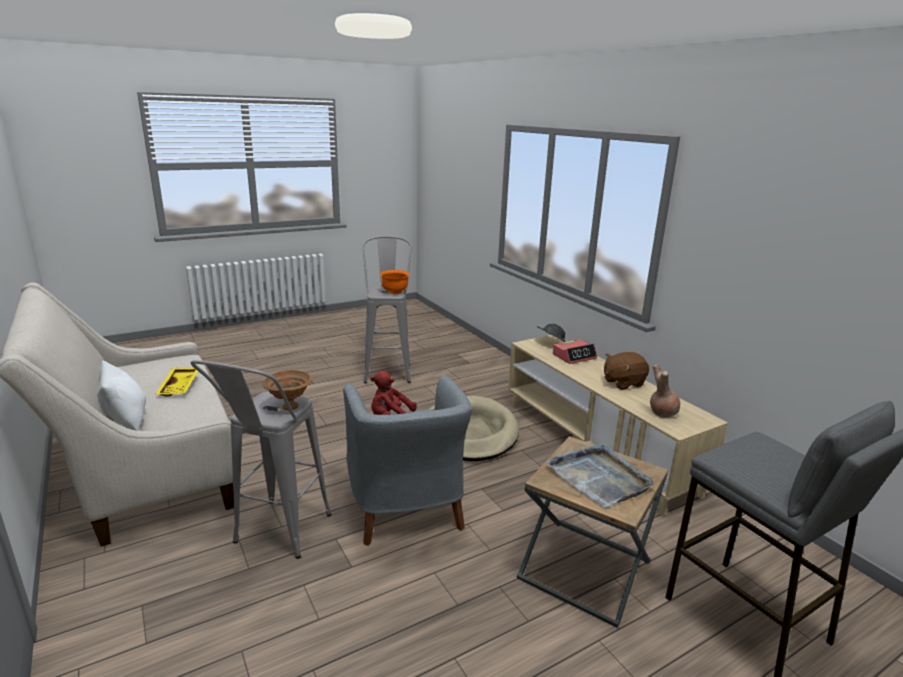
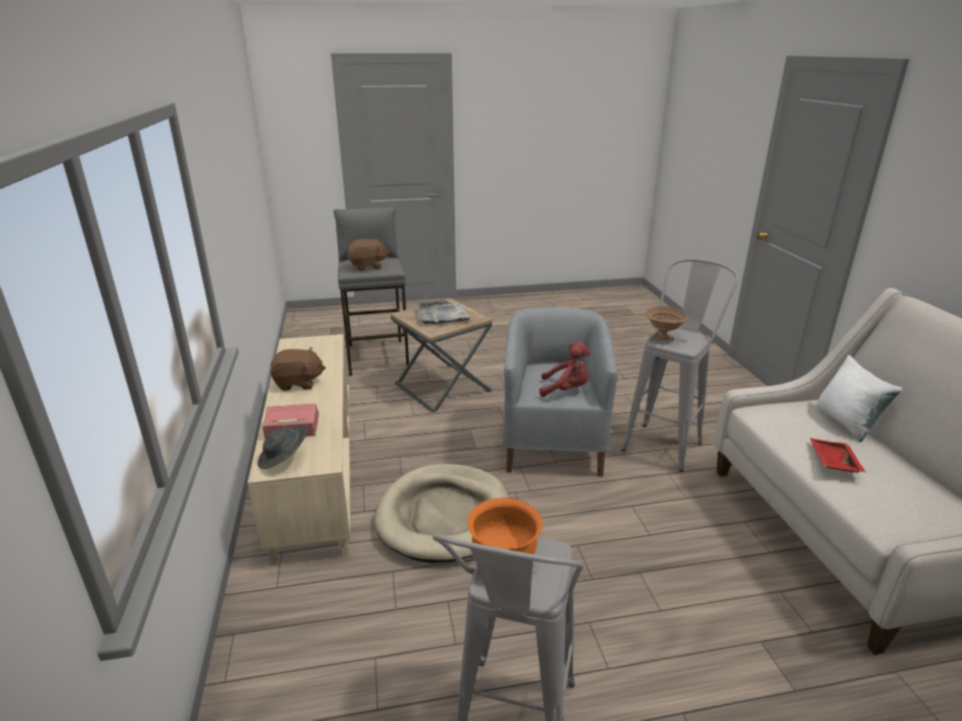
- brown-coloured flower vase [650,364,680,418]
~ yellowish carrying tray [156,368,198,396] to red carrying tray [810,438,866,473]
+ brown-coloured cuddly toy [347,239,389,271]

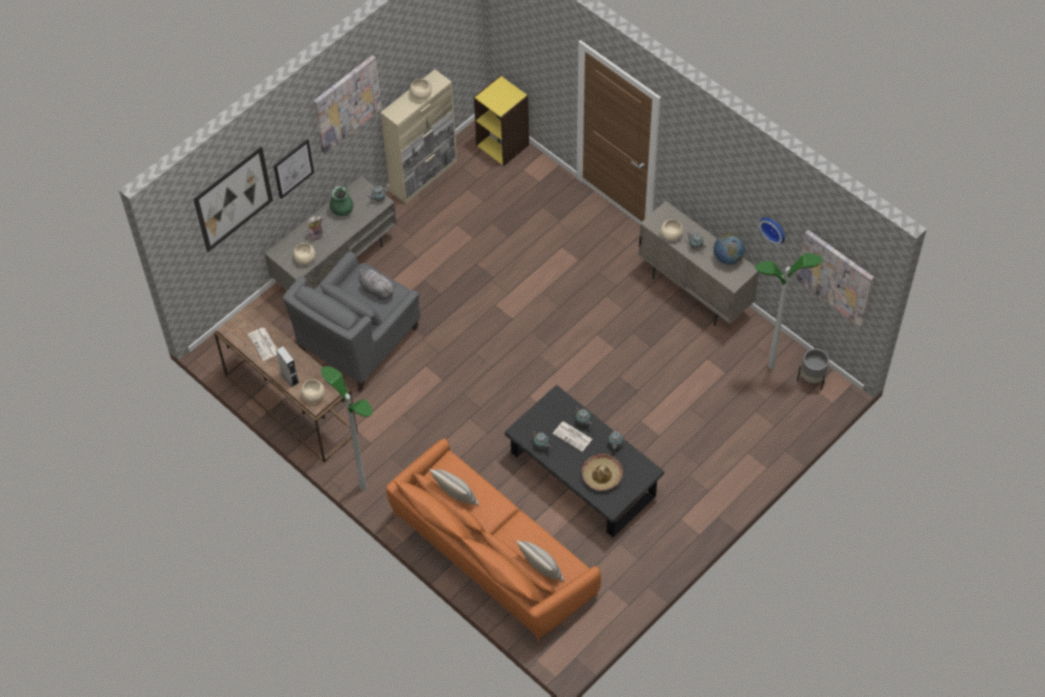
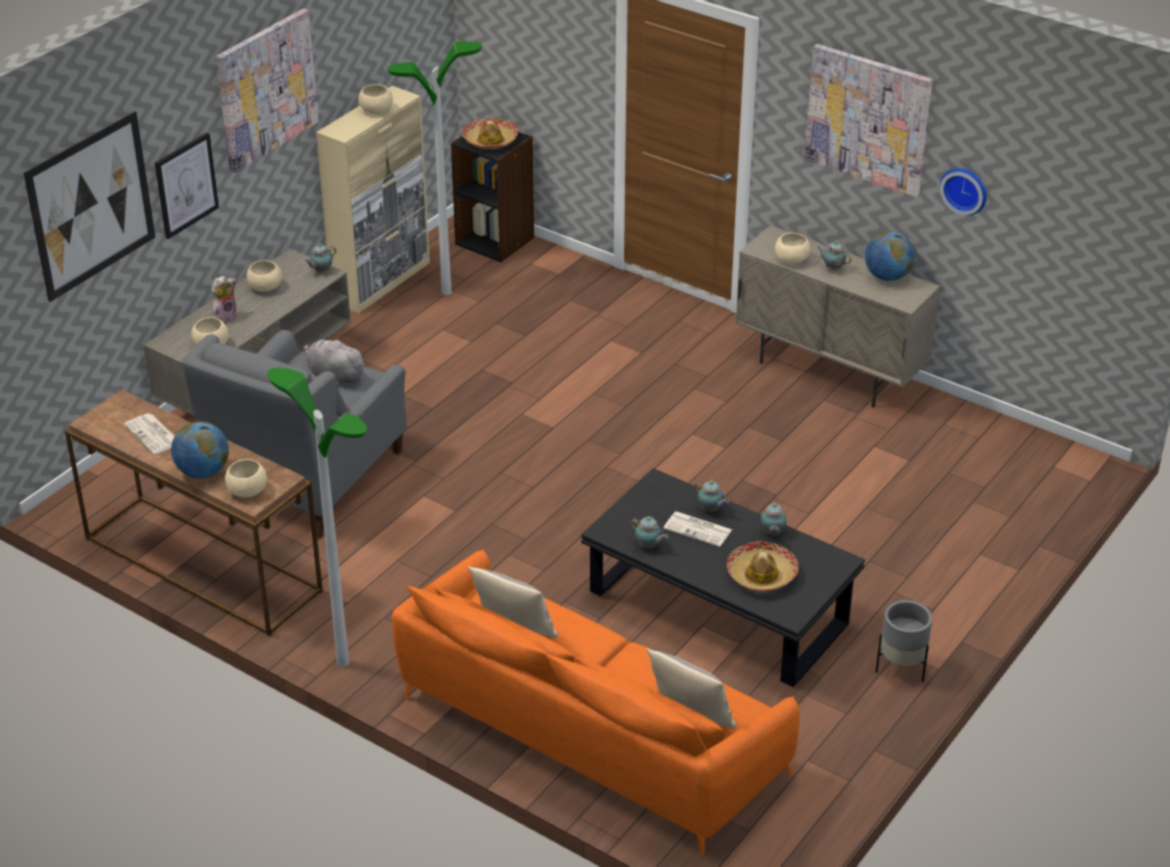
~ yellowish shelving unit [474,75,529,166] to black shelving unit [451,132,534,262]
~ greenish flower vase [330,186,353,216] to sand-coloured serving bowl [247,260,282,292]
~ picture [796,230,874,326] to [805,44,933,197]
~ standard lamp [755,253,823,369] to [387,41,483,295]
~ greyish loudspeaker [276,346,299,387] to globe [171,421,229,478]
~ greyish flower pot [797,348,829,390] to [876,600,932,682]
+ clothing hat [462,118,518,149]

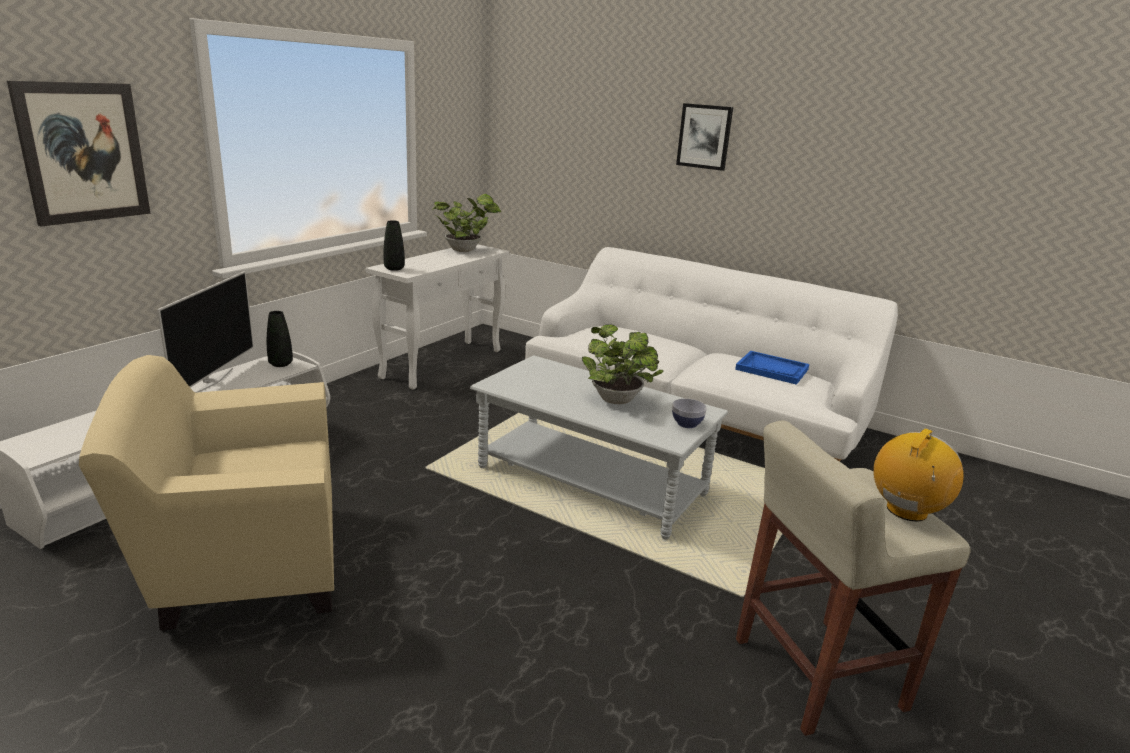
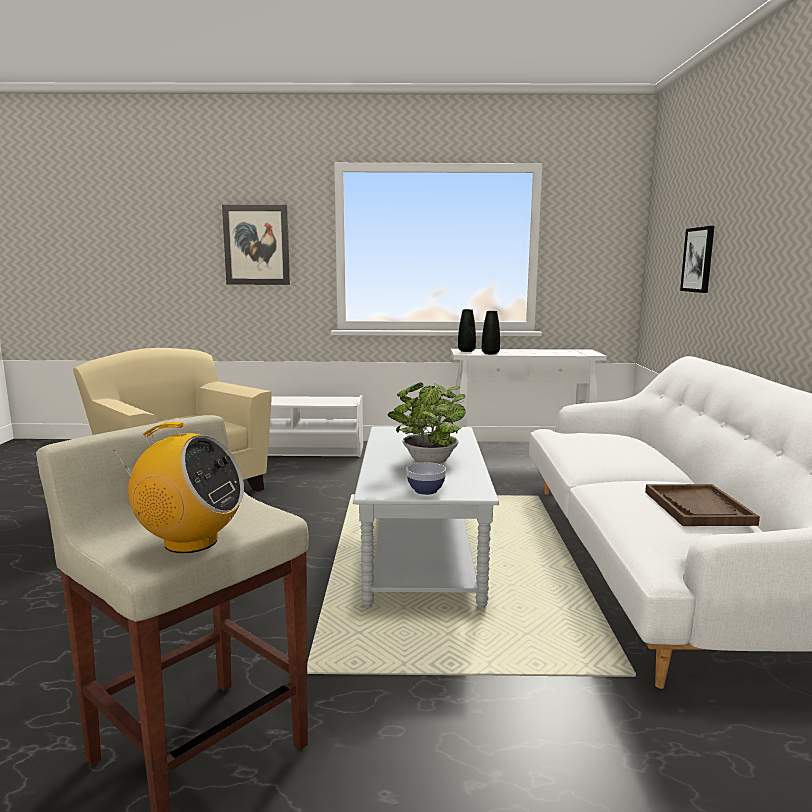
~ picture [676,103,733,171] to [680,226,714,293]
- plant in a pot [432,194,501,252]
- TV set [157,271,254,393]
~ black flower vase [267,311,293,367] to [482,311,500,355]
~ blue-coloured carrying tray [735,351,809,385] to brown-coloured carrying tray [645,484,760,526]

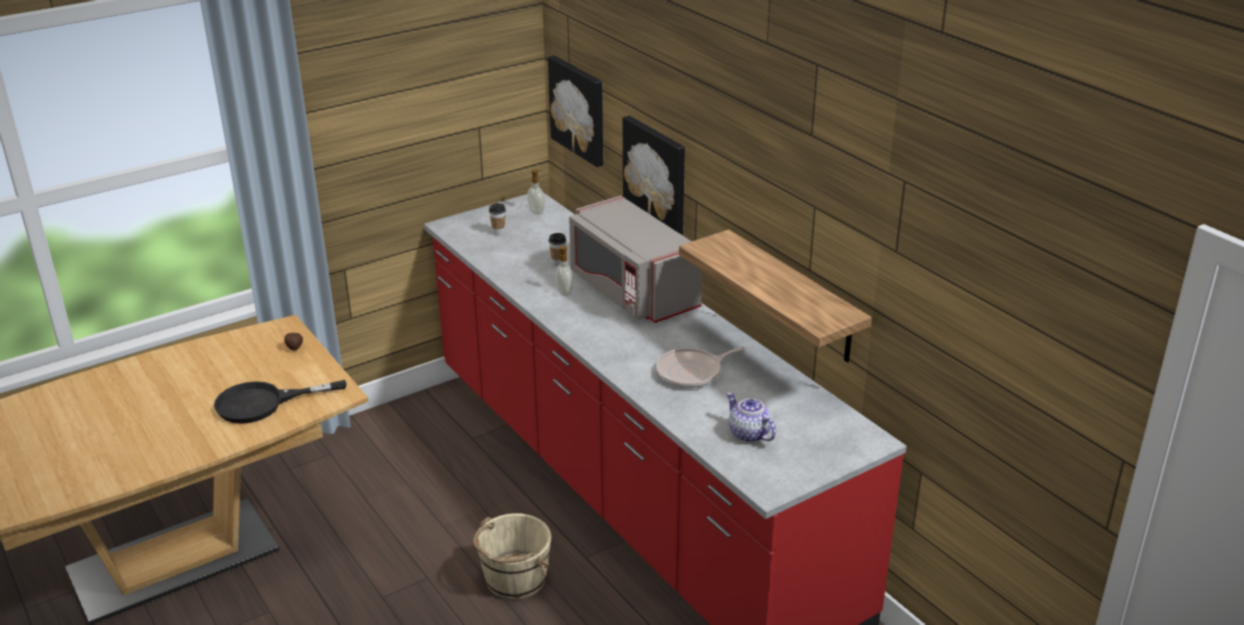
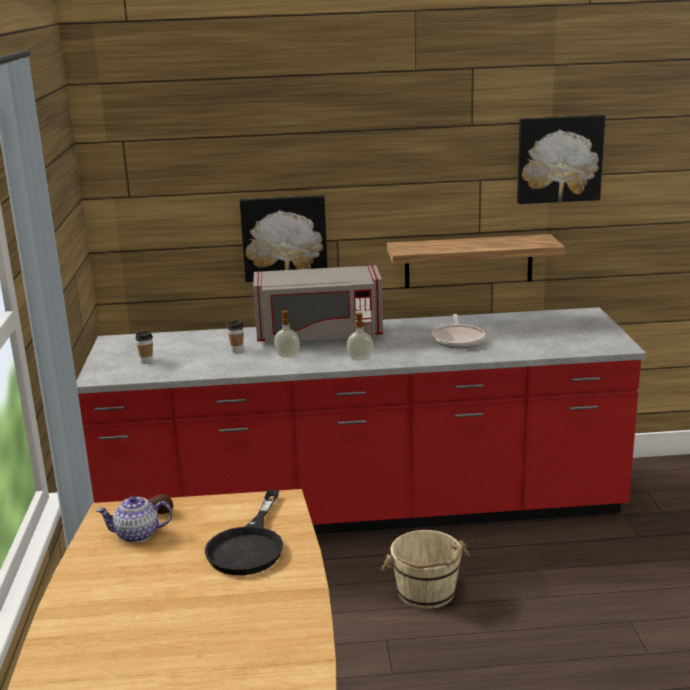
~ picture [548,55,603,167] to [517,115,605,204]
~ liquid soap bottle [527,169,545,215] to [347,313,373,360]
~ pot for tea [726,392,776,442] to [96,496,173,543]

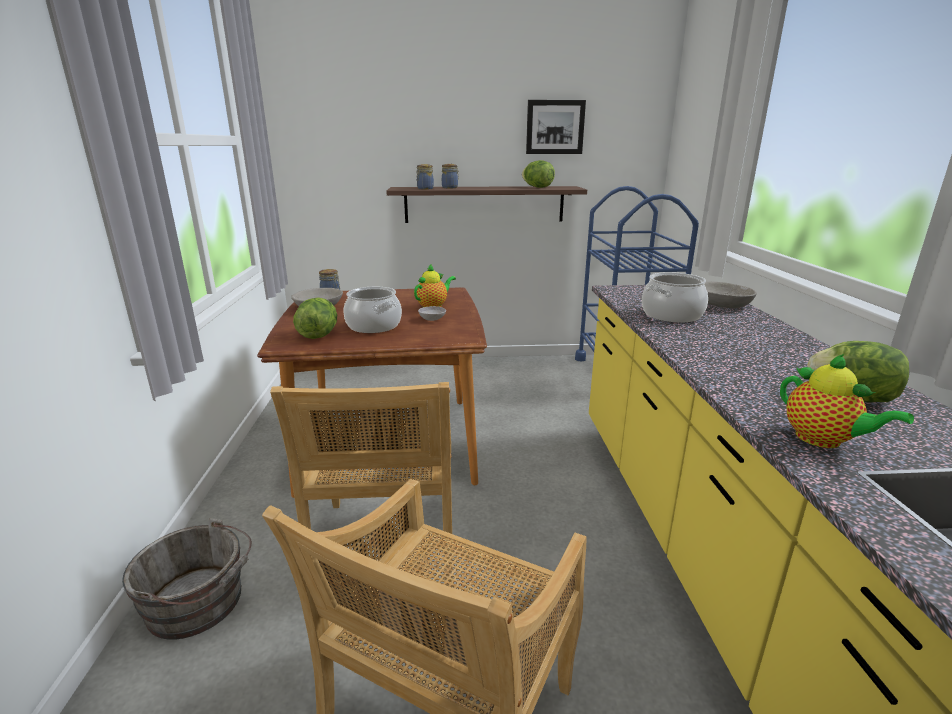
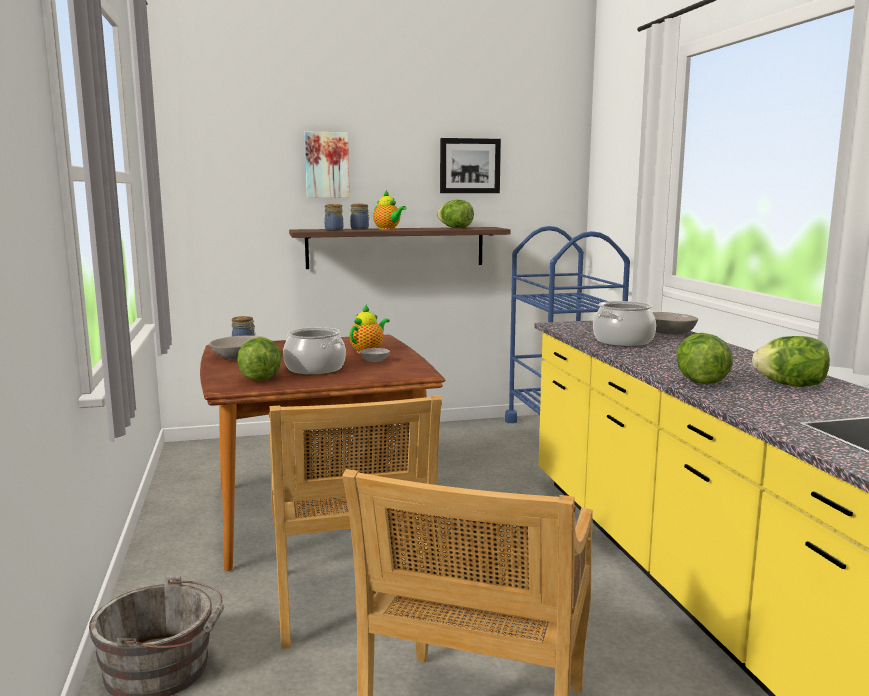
~ pot for tea [780,354,914,448] to [373,190,406,230]
+ picture [304,131,350,198]
+ lettuce [677,333,733,385]

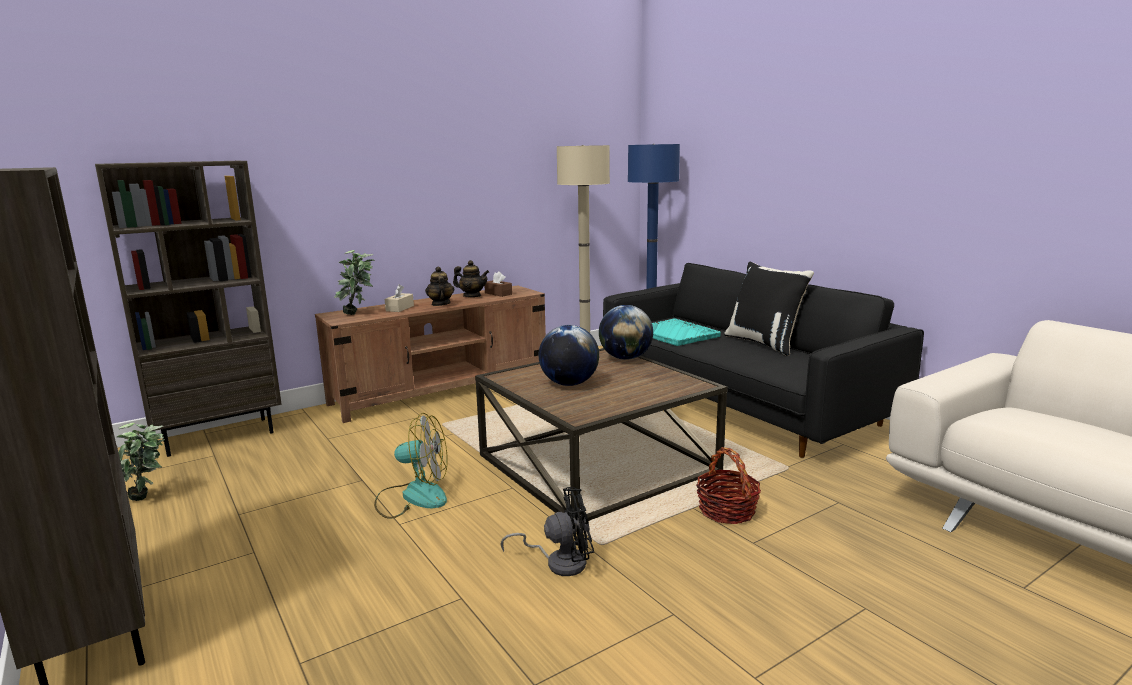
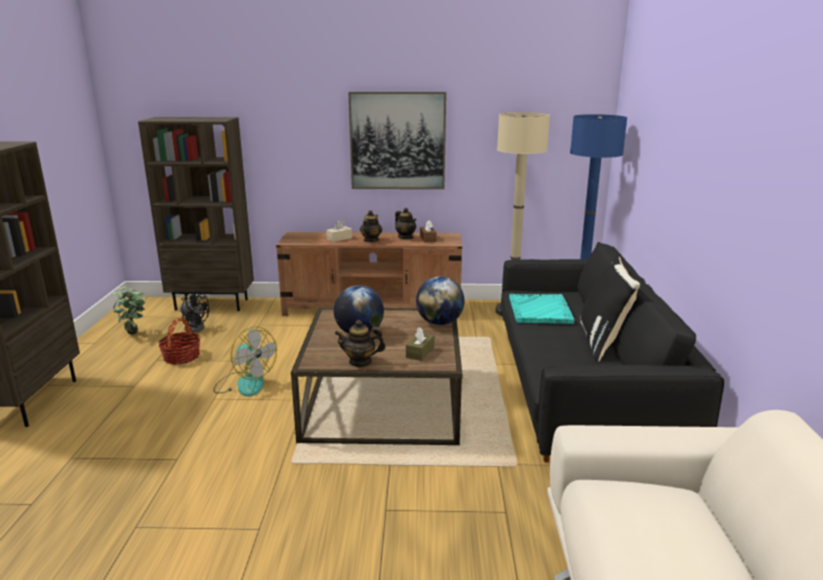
- plant in a pot [334,250,375,315]
~ household basket [696,447,761,524] to [159,317,200,365]
~ black fan [500,487,594,576] to [180,290,209,333]
+ picture [348,92,446,189]
+ pot for tea [335,320,386,367]
+ brown-coloured box of tissues [406,327,434,361]

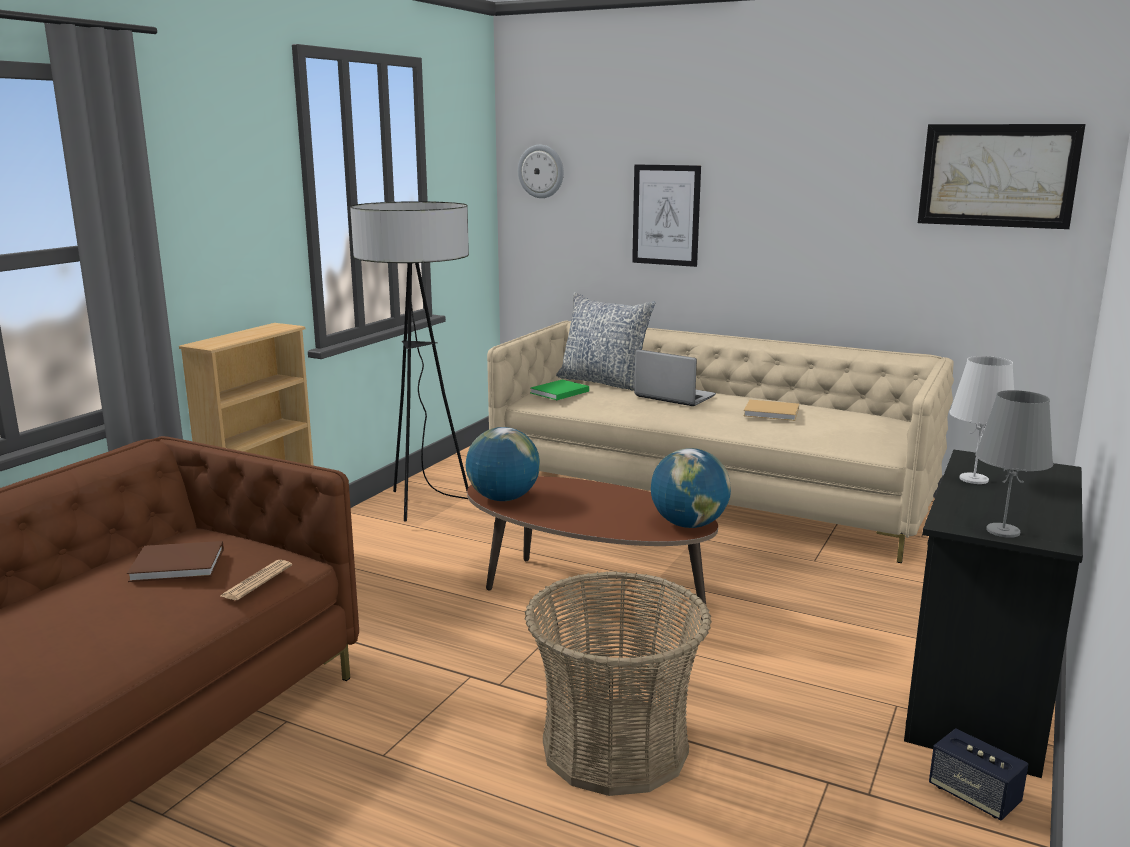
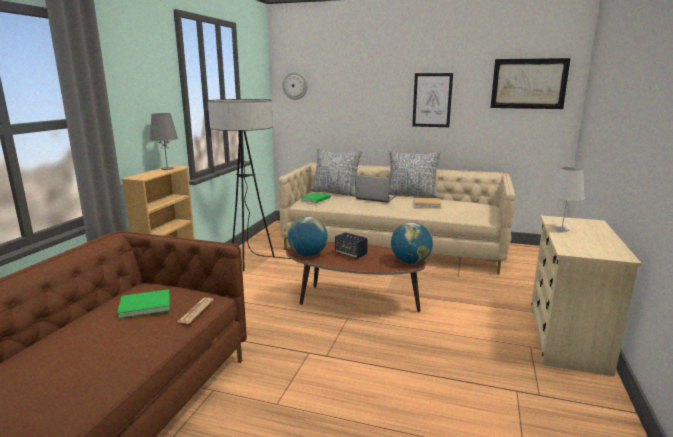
~ picture [632,165,701,267] to [412,73,453,127]
~ greyish table lamp [975,390,1053,538] to [149,113,178,170]
~ black drawer chest [904,450,1083,778] to sand-coloured drawer chest [531,216,642,377]
~ brown-coloured bound book [127,541,224,582] to greenish bound book [117,289,170,318]
- household basket [525,571,712,796]
~ loudspeaker [929,728,1028,820] to [335,232,368,259]
+ cushion [389,149,441,198]

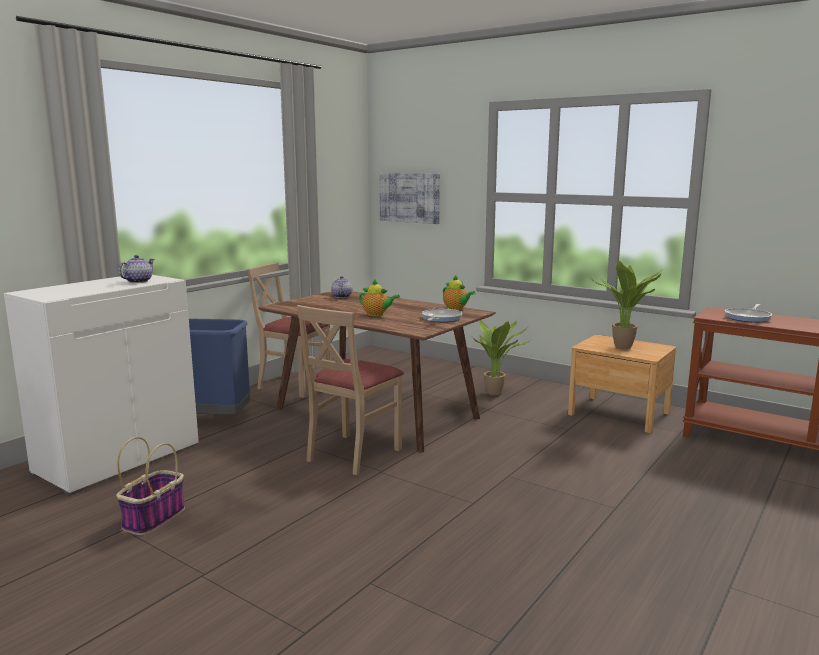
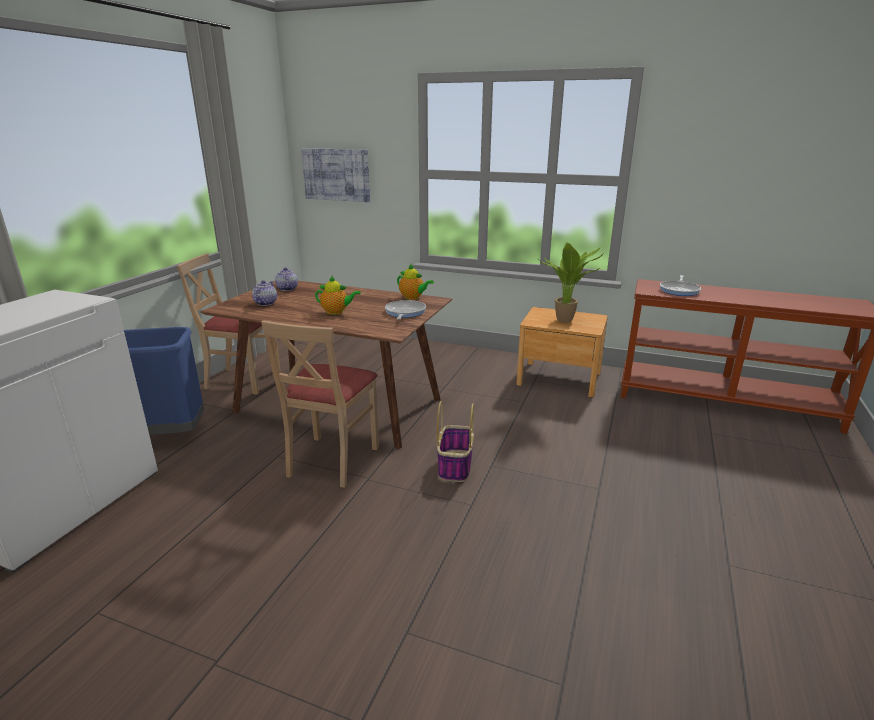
~ pot for tea [118,255,155,283] to [252,280,277,306]
- plant in a pot [472,320,529,396]
~ household basket [116,437,185,535] to [437,401,474,482]

